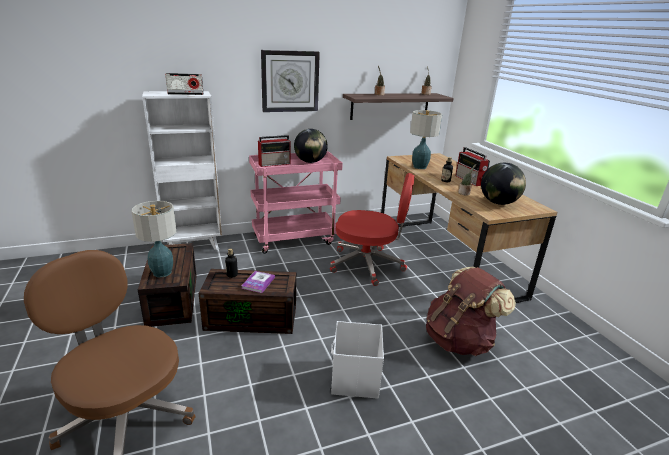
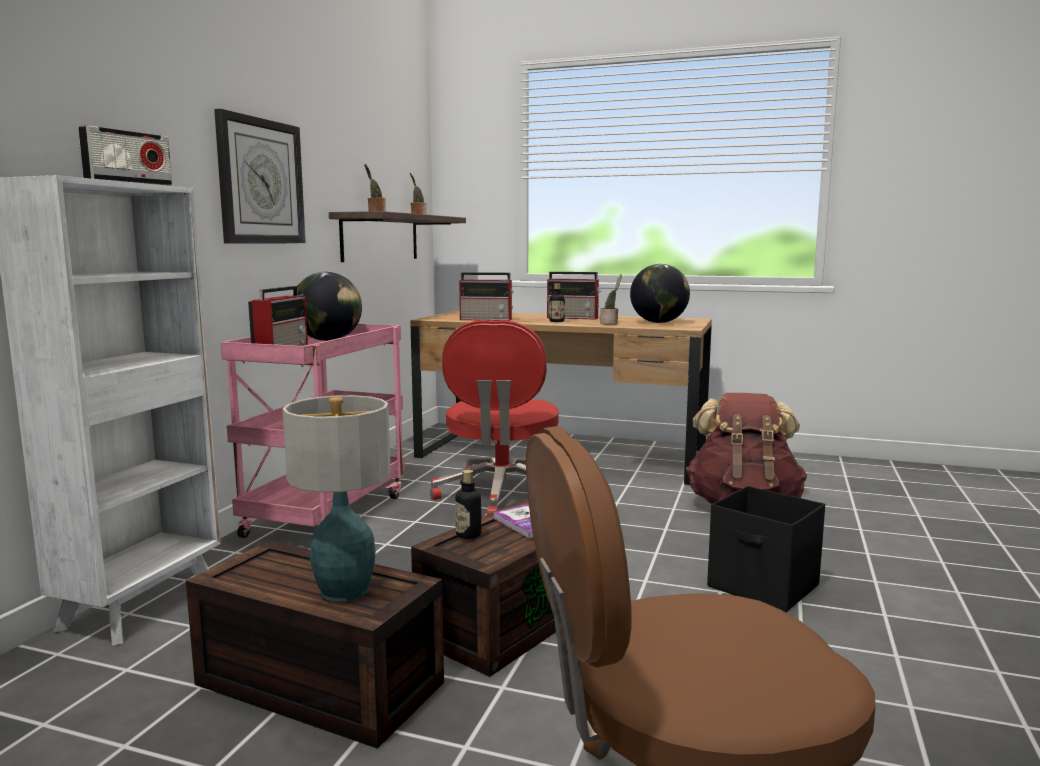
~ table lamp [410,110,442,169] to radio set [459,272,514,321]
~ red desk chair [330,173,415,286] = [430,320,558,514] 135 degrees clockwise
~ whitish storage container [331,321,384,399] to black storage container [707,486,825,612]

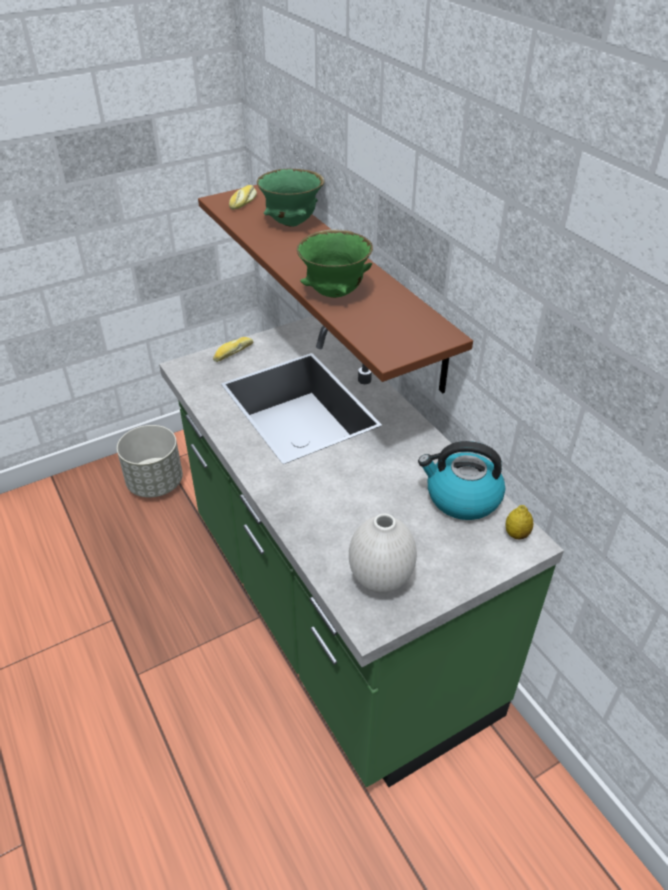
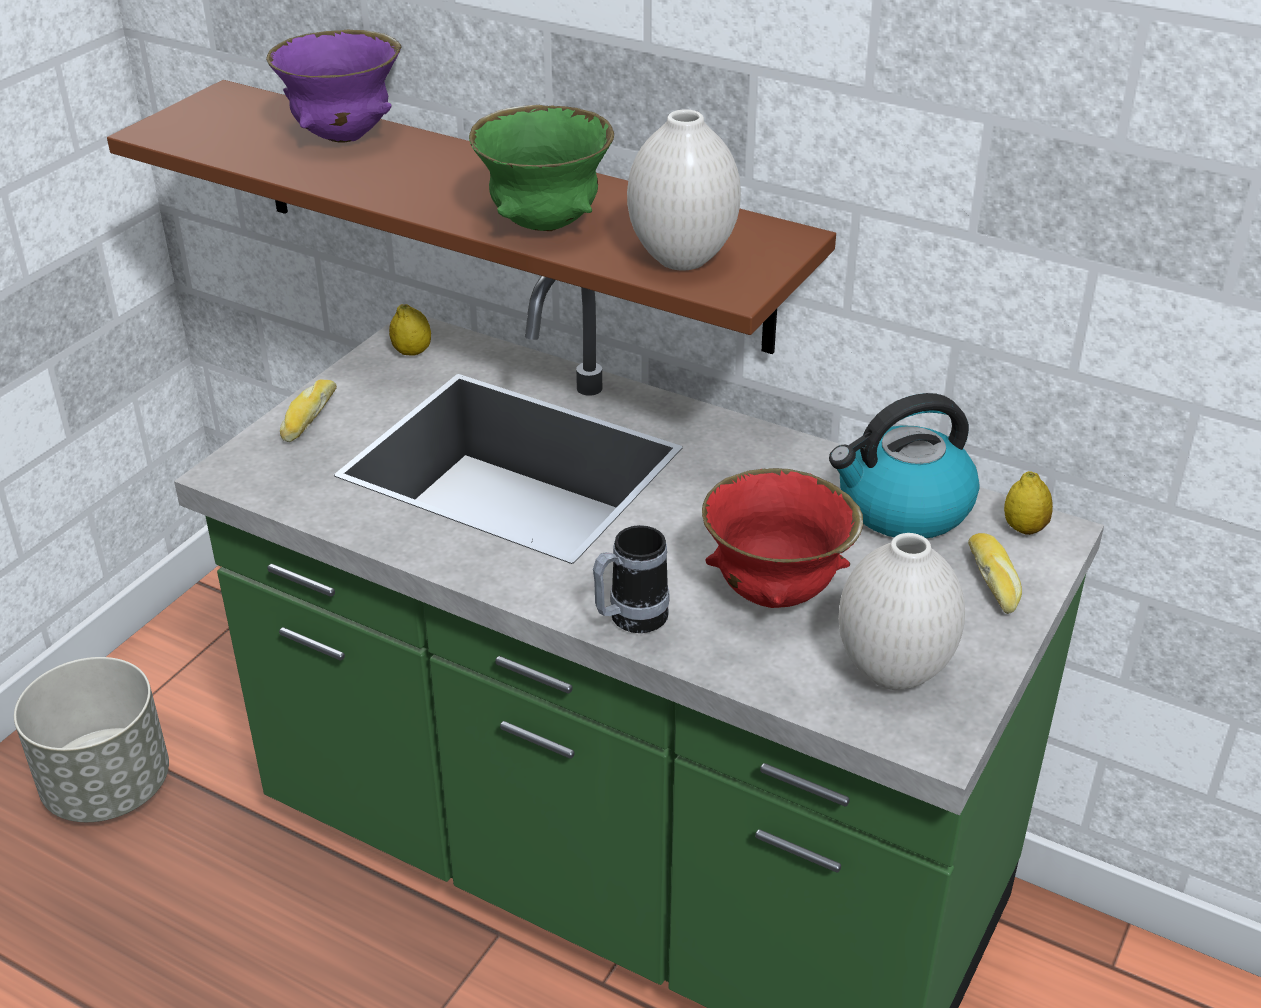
~ greenish serving bowl [257,168,325,227] to purplish serving bowl [266,29,402,143]
~ baked bread [229,185,257,210] to [968,533,1022,614]
+ whitish flower vase [627,109,741,271]
+ lemon [389,304,431,356]
+ red serving bowl [702,468,863,608]
+ tea mug [593,525,670,633]

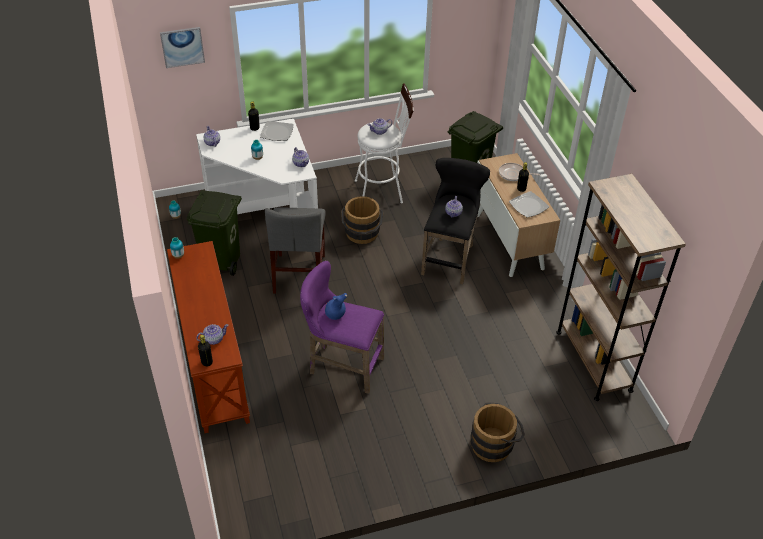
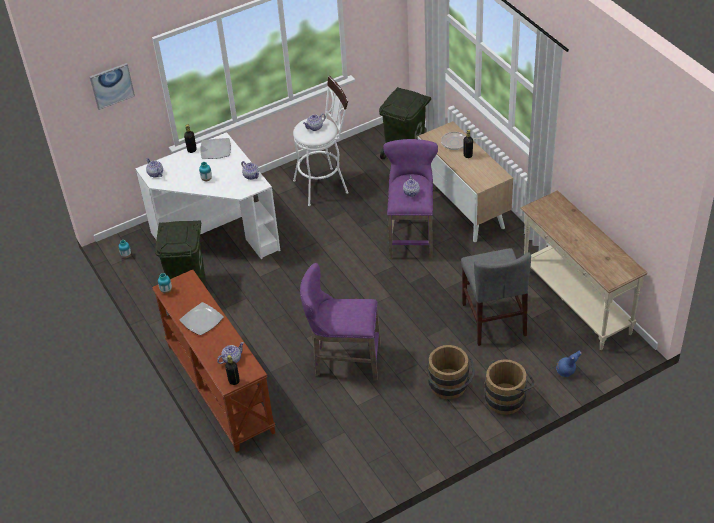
~ black stool seat [421,158,490,284] to purplish stool seat [383,139,438,259]
~ brown-coloured shelving unit [556,174,686,401] to sand-coloured console table [520,191,647,350]
~ flat dish [509,191,549,218] to [179,302,224,335]
~ brown-coloured water bucket [341,196,383,244] to [426,345,475,399]
~ greyish upright chair [265,207,326,294] to [461,248,531,346]
~ blue-coloured flower vase [325,293,347,320] to [556,351,582,377]

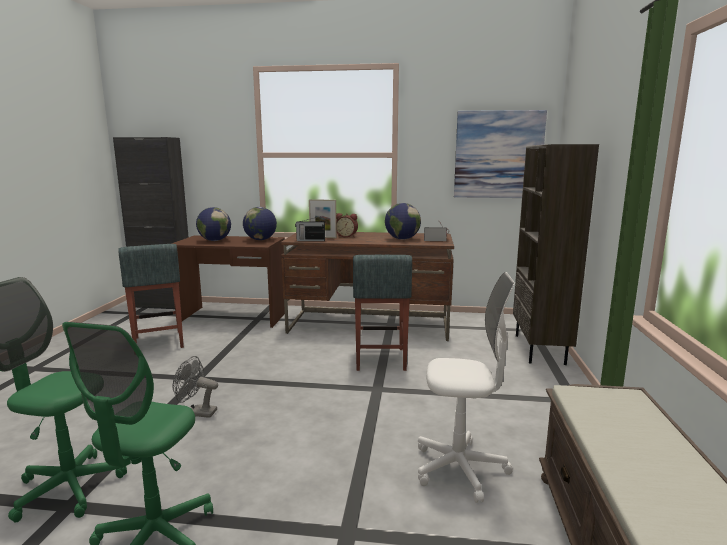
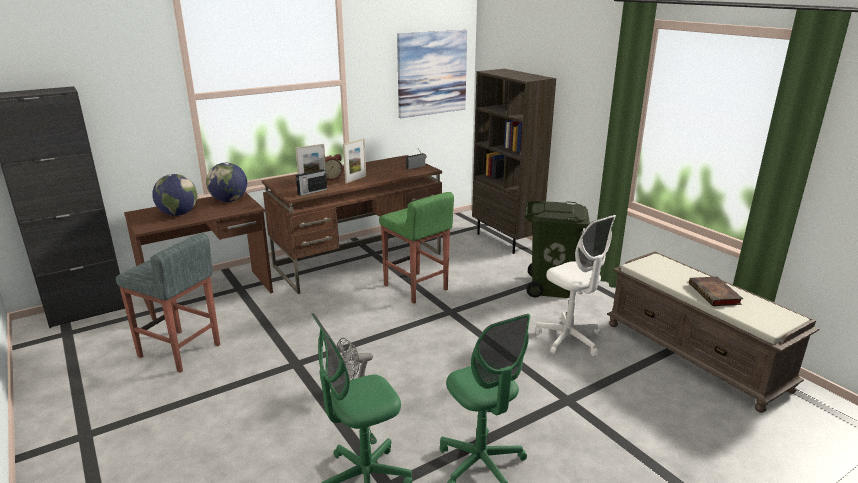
- globe [385,203,421,240]
~ greyish stool seat [353,255,412,371] to greenish stool seat [379,192,454,304]
~ whitish desk chair [418,272,515,503] = [535,215,616,356] 90 degrees clockwise
+ standing frame [343,138,366,184]
+ greenish waste bin [525,201,590,298]
+ bound book [689,277,743,306]

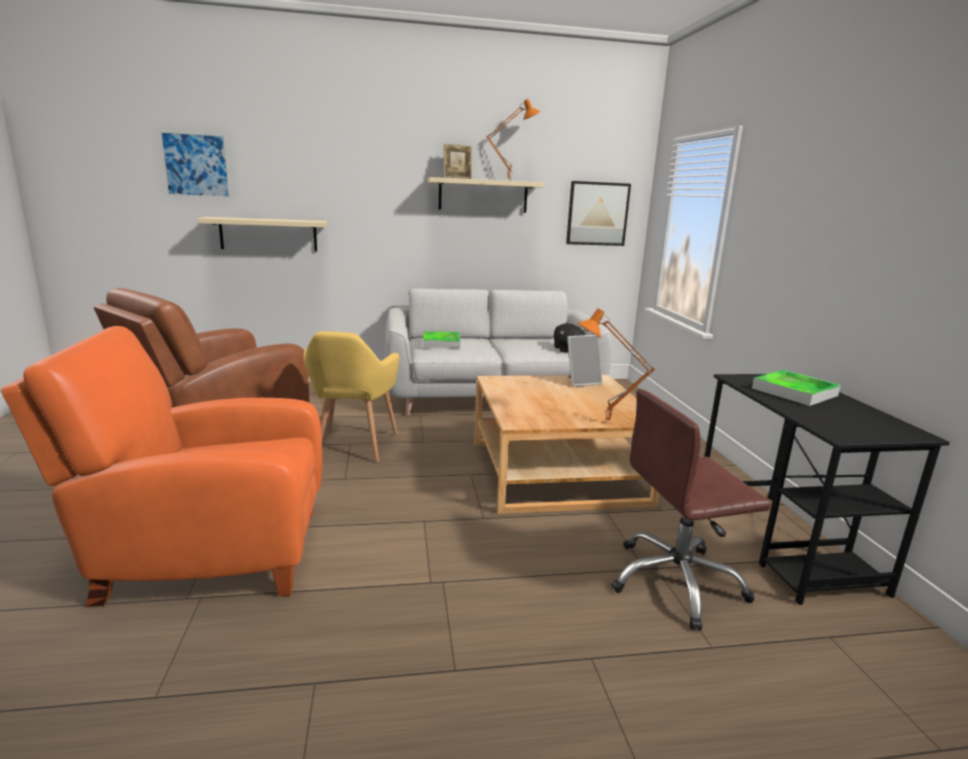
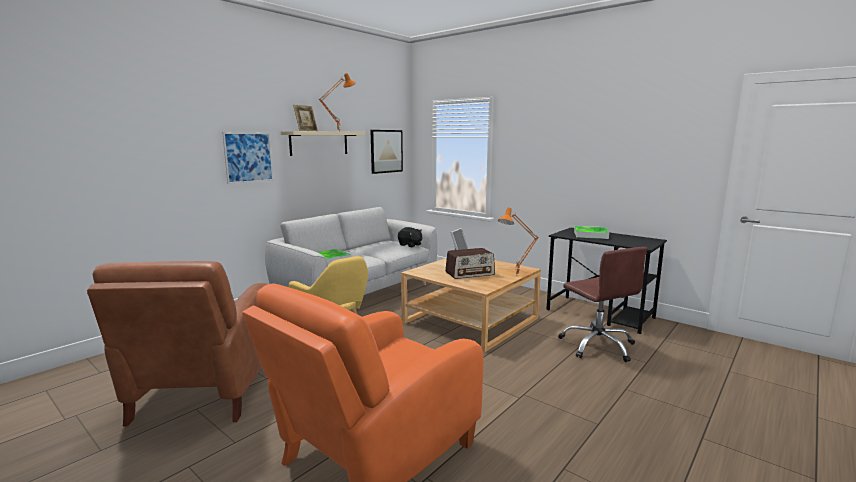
~ picture [159,130,231,199] to [222,132,274,184]
- sand-coloured shelf [197,217,328,252]
~ brown-coloured desk chair [611,389,771,630] = [558,247,647,362] 60 degrees counterclockwise
+ radio set [445,248,495,279]

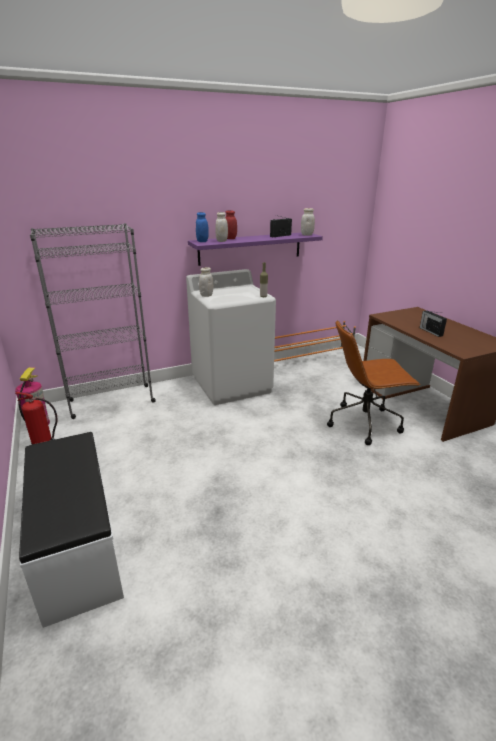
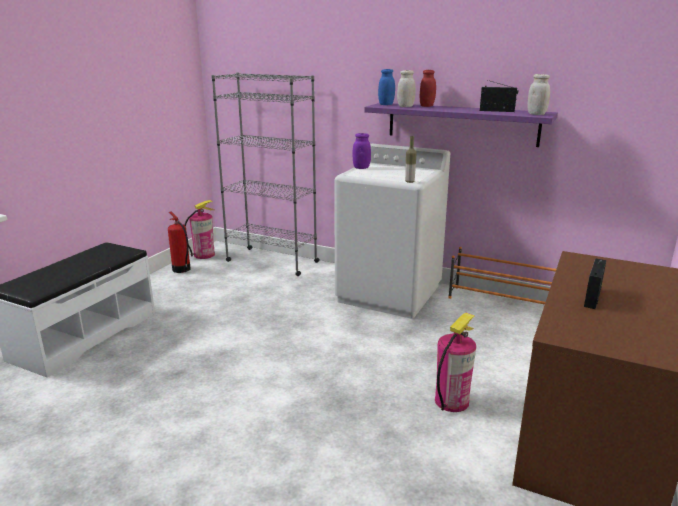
~ whitish preserve jar [199,267,213,297] to purplish preserve jar [352,133,371,169]
~ brown-coloured desk chair [327,320,420,445] to fire extinguisher [435,312,476,412]

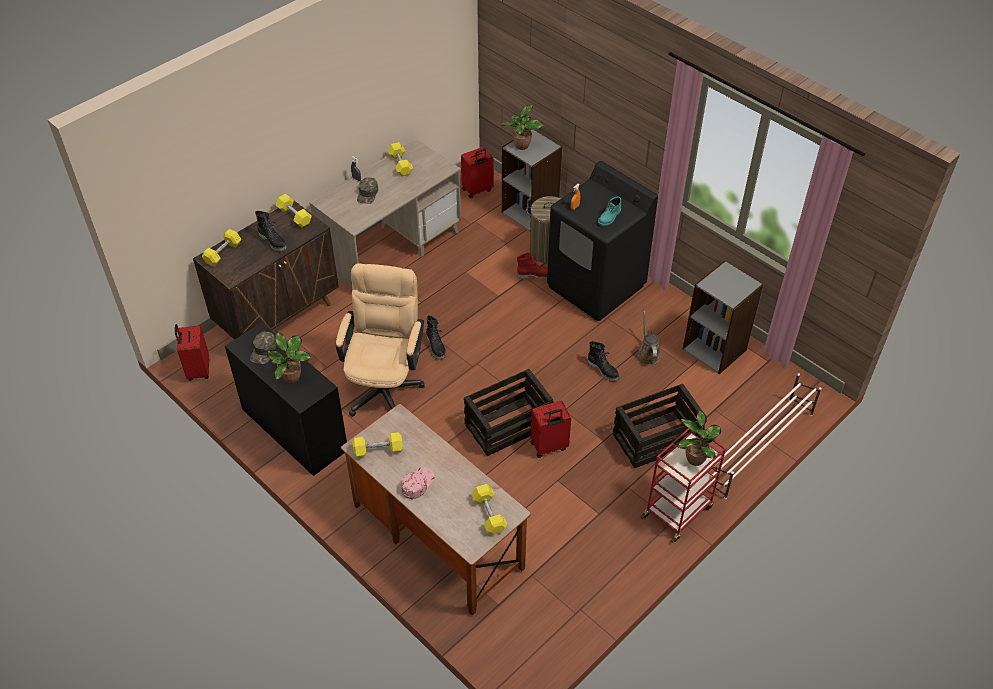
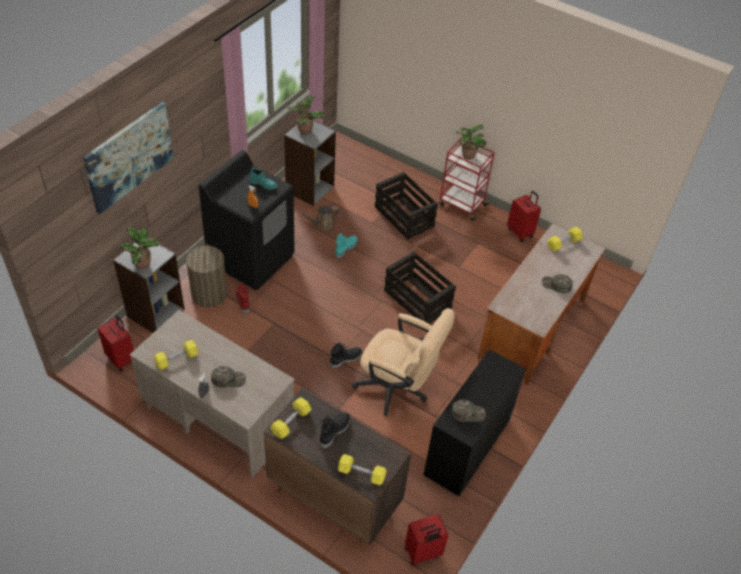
~ sand-coloured desk chair [336,263,425,417] = [352,308,455,416] 150 degrees counterclockwise
~ plant in a pot [267,333,311,384] to [287,95,325,134]
~ black tall boot [588,341,619,382] to turquoise tall boot [335,233,358,259]
- whitish shoe stand [712,373,822,500]
~ red travel case [530,401,571,458] to [507,191,541,242]
- yellowish free weight [353,432,403,457]
~ pink-coloured peaked cap [401,467,435,499] to greenish peaked cap [542,274,573,293]
+ picture [83,102,173,214]

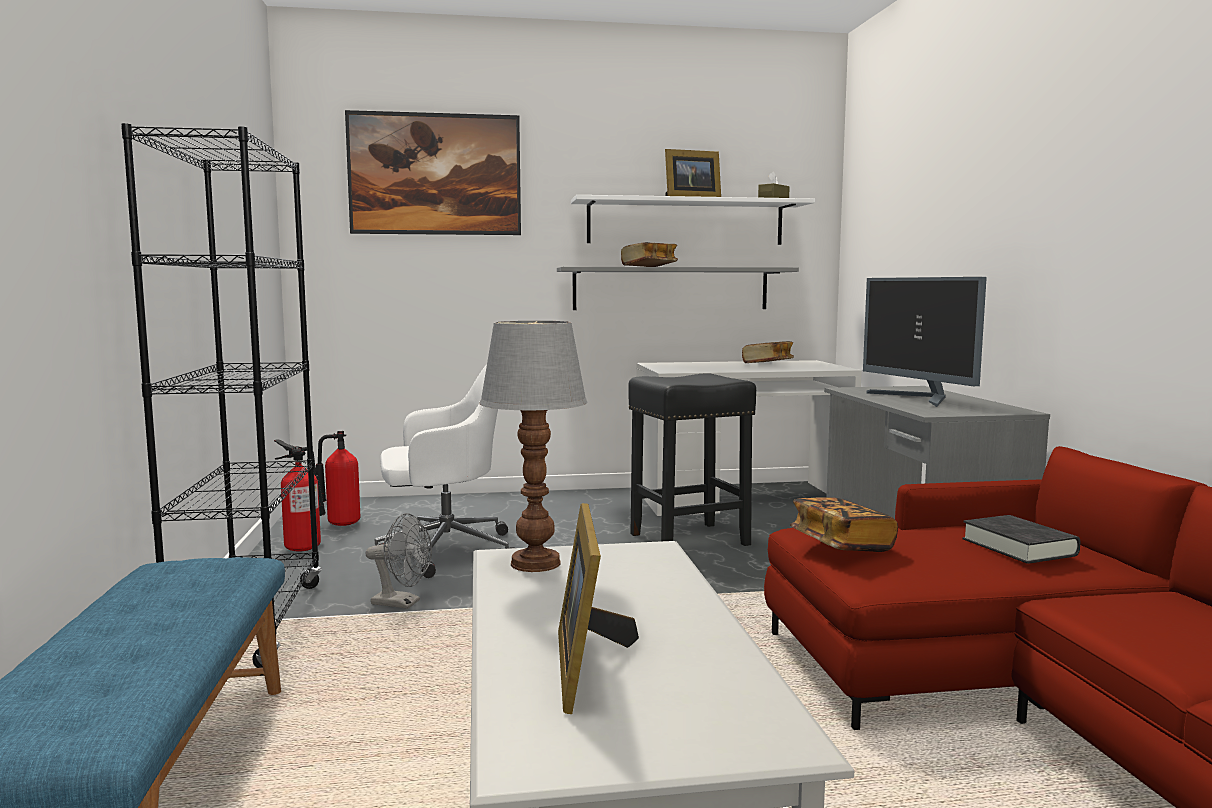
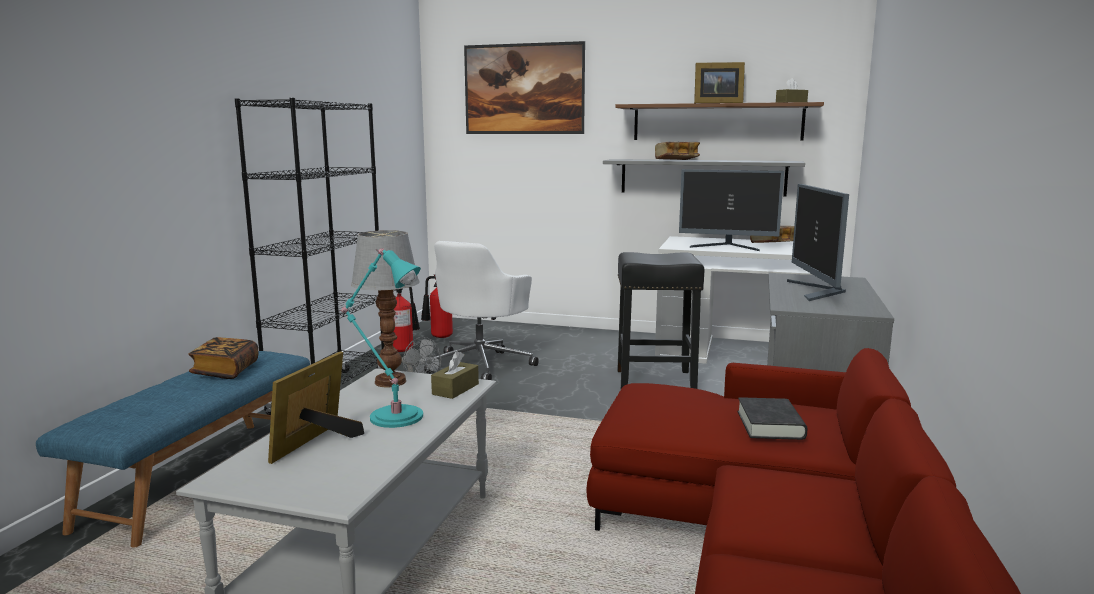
~ whitish shelf [571,195,815,245] to brown-coloured shelf [615,102,824,141]
~ whitish desk chair [375,365,514,578] = [424,241,539,380] 105 degrees clockwise
~ bound book [790,497,898,552] to [188,337,259,379]
+ computer screen [679,169,784,251]
+ turquoise table lamp [339,248,423,428]
+ brown-coloured box of tissues [431,351,479,399]

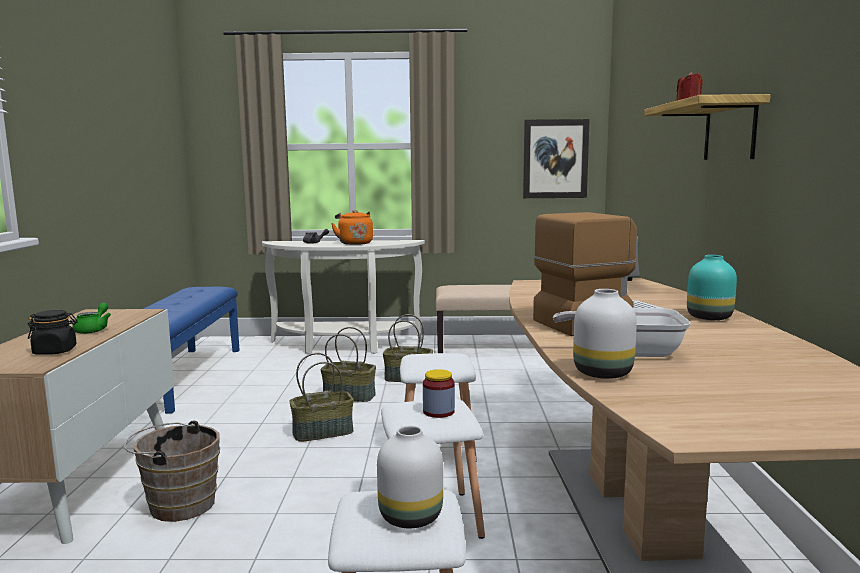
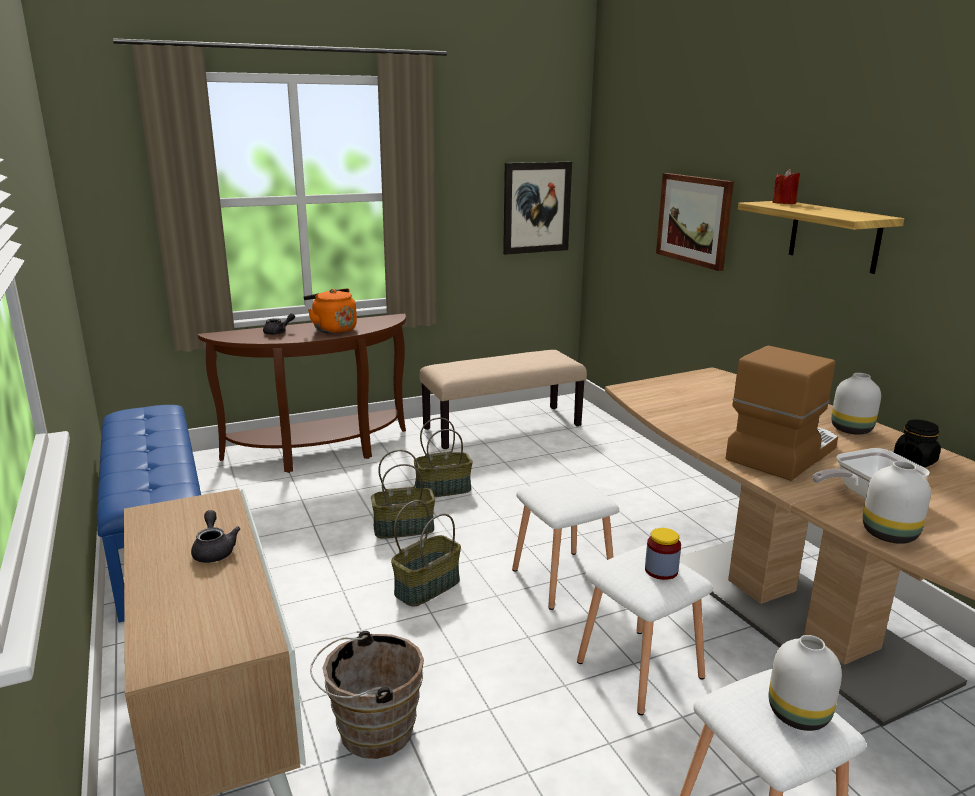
~ whitish console table [262,240,425,354] to brown-coloured console table [198,314,406,473]
~ turquoise flower vase [687,255,737,320] to whitish flower vase [831,373,881,435]
~ greenish pot for tea [72,303,111,334] to greyish pot for tea [191,510,241,563]
~ black preserve jar [28,310,78,355] to [894,419,941,467]
+ picture [656,173,734,271]

